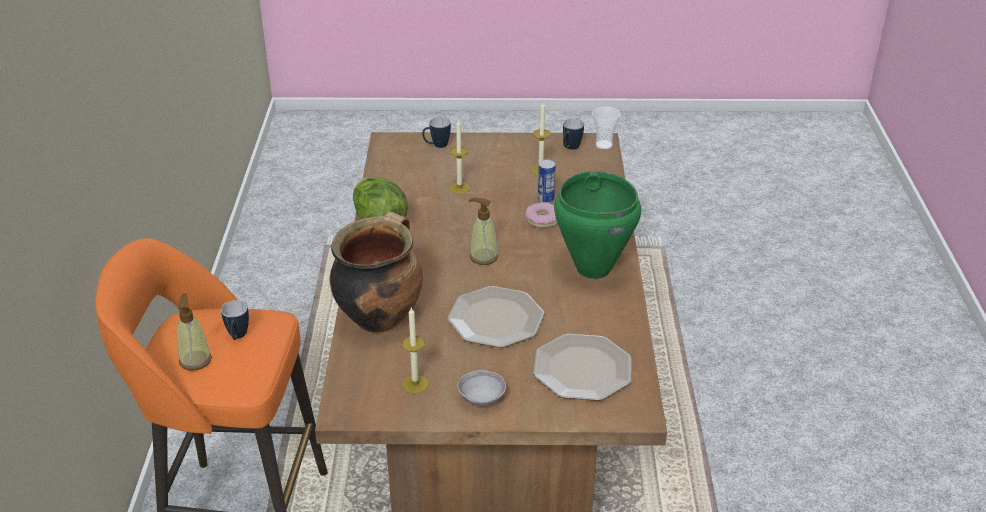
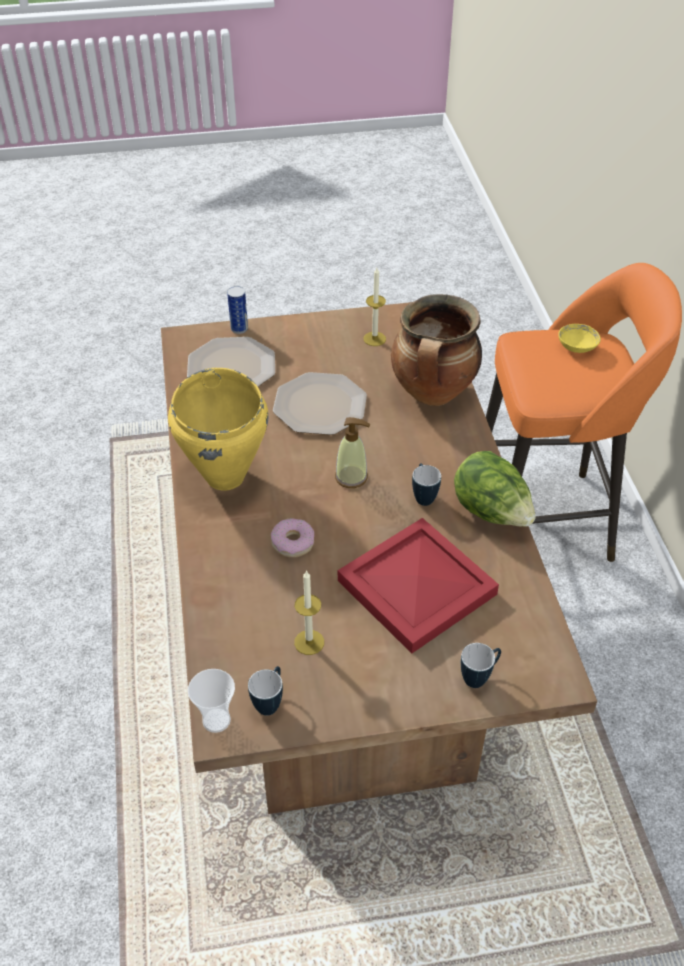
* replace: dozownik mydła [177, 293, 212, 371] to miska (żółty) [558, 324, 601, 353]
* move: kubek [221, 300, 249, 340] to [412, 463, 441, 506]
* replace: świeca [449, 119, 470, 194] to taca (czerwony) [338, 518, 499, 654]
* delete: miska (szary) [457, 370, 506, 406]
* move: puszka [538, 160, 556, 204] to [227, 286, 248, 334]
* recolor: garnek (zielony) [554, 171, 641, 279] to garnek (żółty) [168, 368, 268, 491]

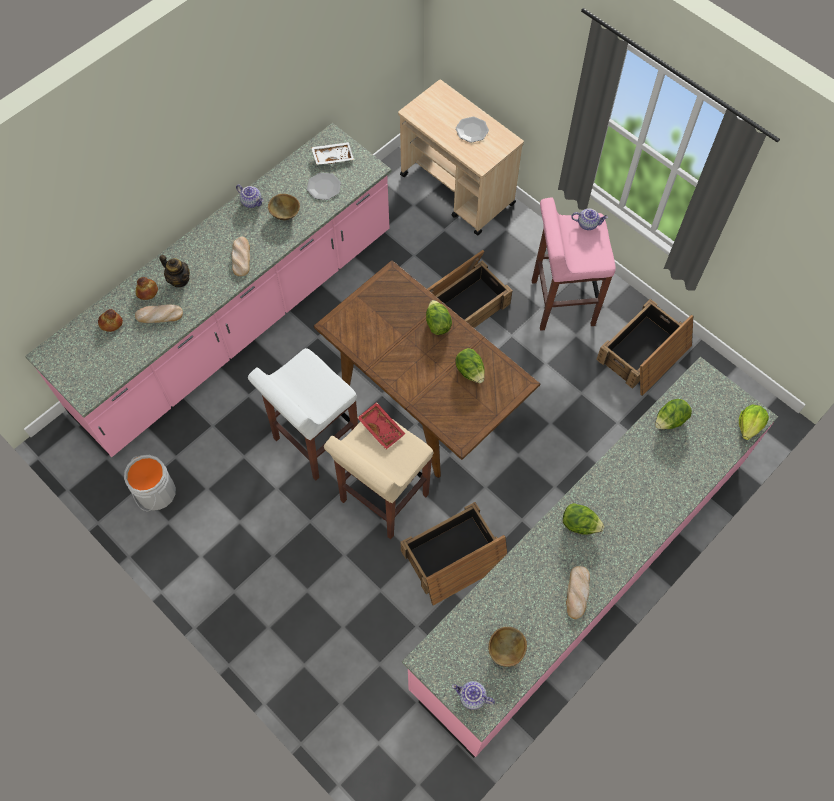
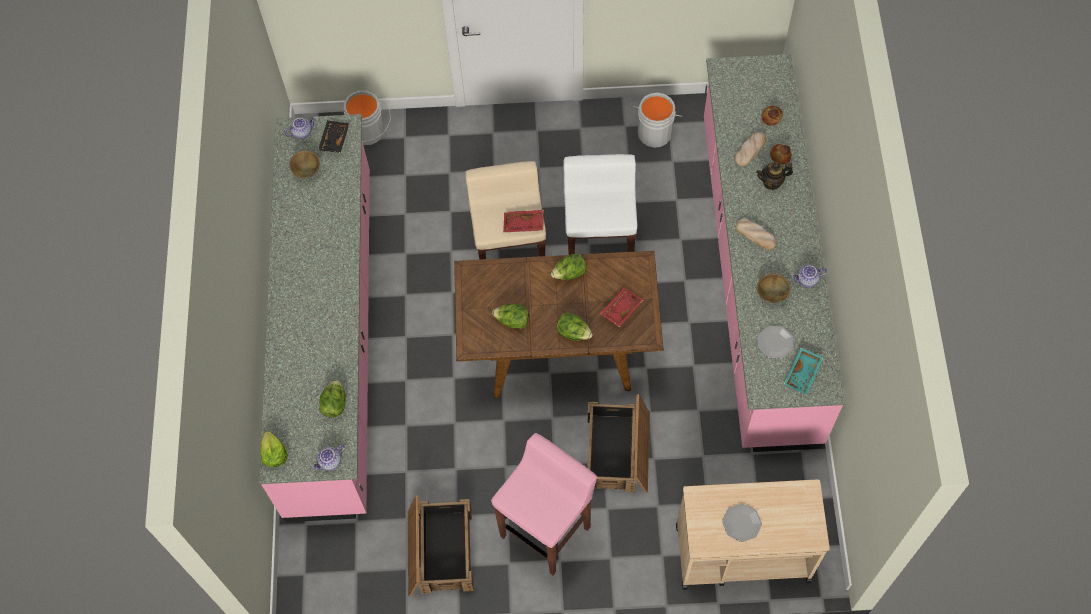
* recolor: taca (biały) [311, 142, 354, 165] to taca (turkusowy) [783, 347, 824, 394]
* delete: skrzynka [400, 502, 507, 606]
* move: sałata [563, 503, 604, 535] to [551, 254, 587, 280]
* delete: chleb [566, 566, 590, 619]
* move: imbryk [571, 209, 608, 230] to [311, 445, 345, 471]
* insert: taca (czarny) [318, 120, 350, 153]
* insert: wiadro (szary) [344, 91, 391, 145]
* insert: taca (czerwony) [600, 287, 643, 327]

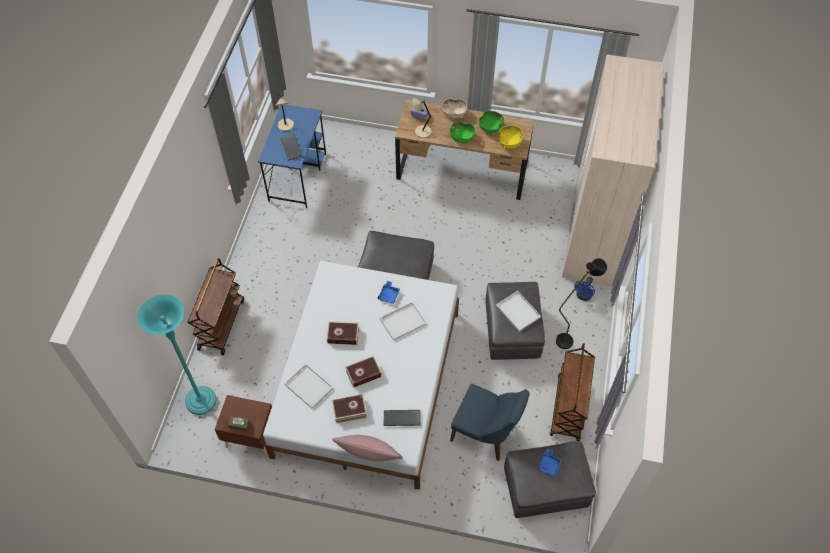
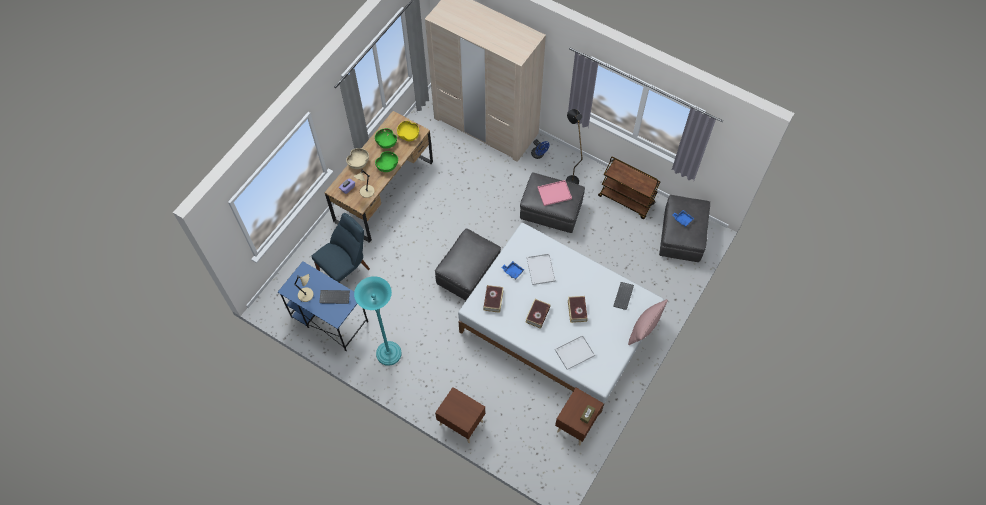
* move: lampa stojąca (turkusowy) [137, 295, 216, 415] to [354, 276, 402, 366]
* replace: wózek (brązowy) [187, 258, 244, 355] to szafka nocna (brązowy) [435, 387, 485, 443]
* move: książka [332, 394, 367, 423] to [483, 285, 504, 313]
* move: krzesło (niebieski) [450, 384, 529, 461] to [312, 213, 370, 283]
* recolor: taca (biały) [496, 291, 541, 332] to taca (różowy) [537, 180, 572, 206]

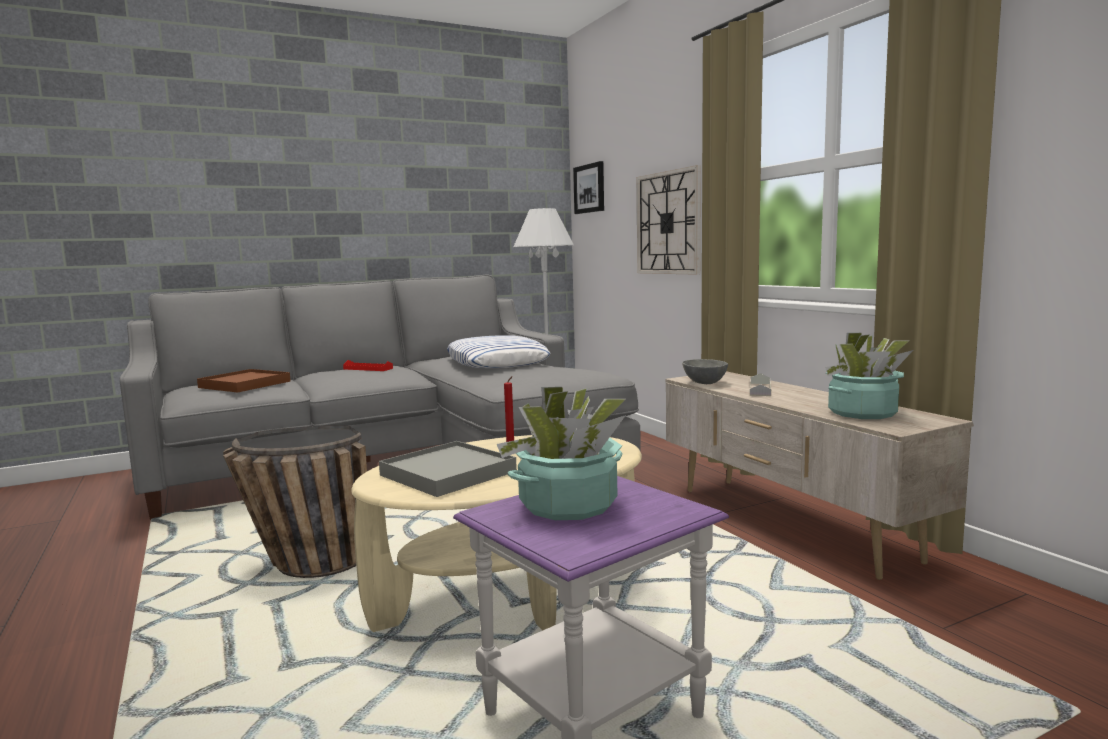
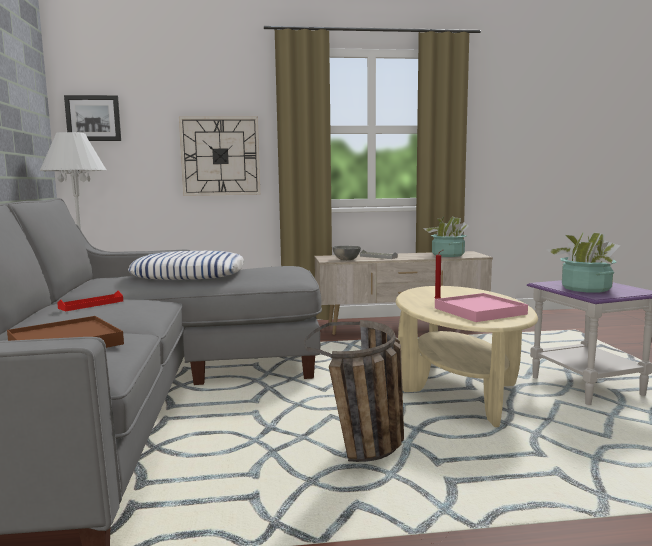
* recolor: taca (szary) [379, 441, 517, 497] to taca (różowy) [435, 293, 528, 322]

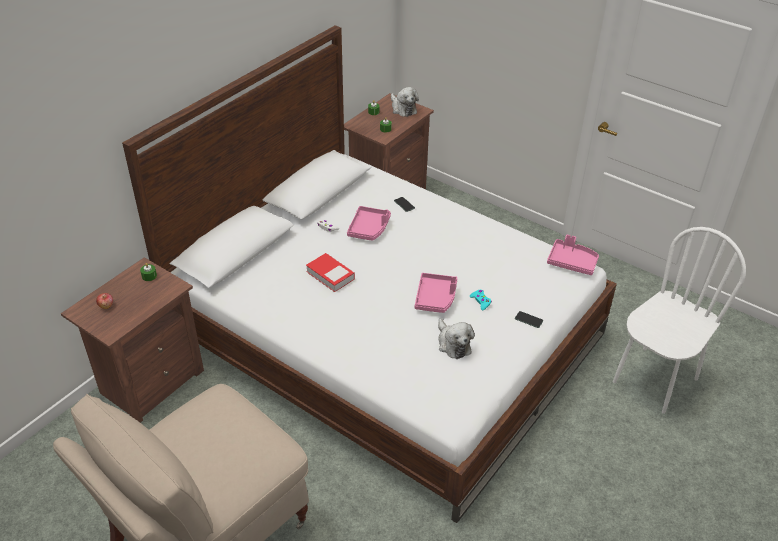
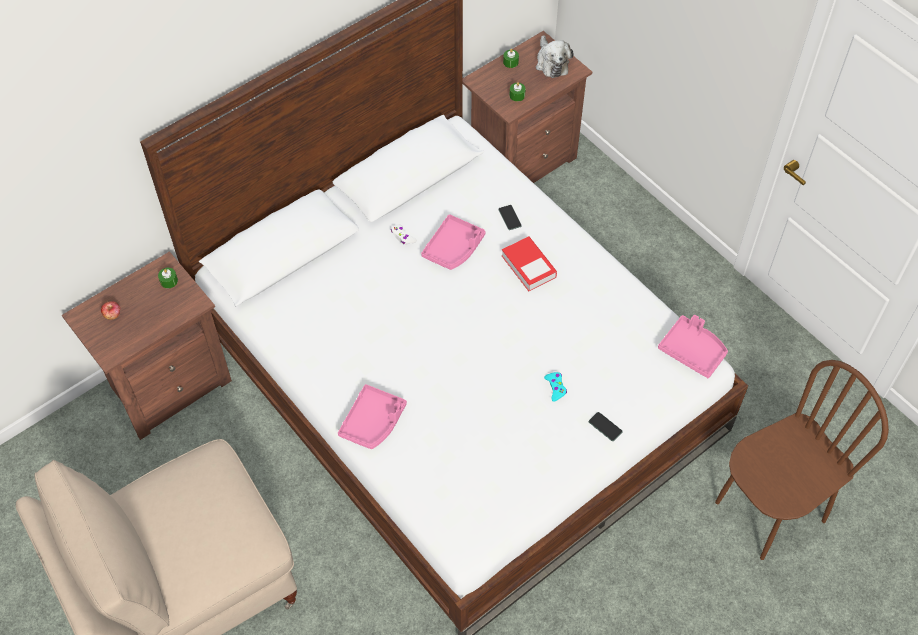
* move: książka [306, 253, 355, 292] to [502, 236, 557, 291]
* move: taca (różowy) [415, 273, 457, 313] to [338, 384, 407, 449]
* delete: pluszak [438, 318, 475, 359]
* recolor: krzesło (biały) [613, 227, 746, 414] to krzesło (brązowy) [715, 360, 889, 560]

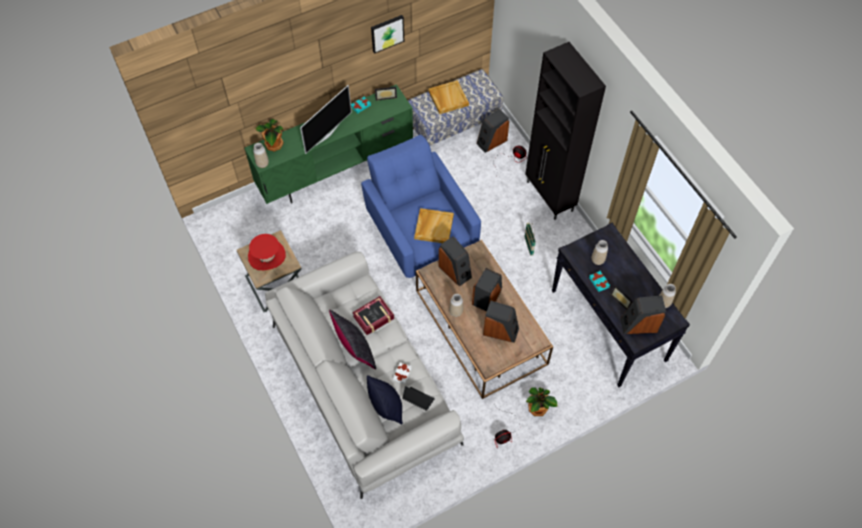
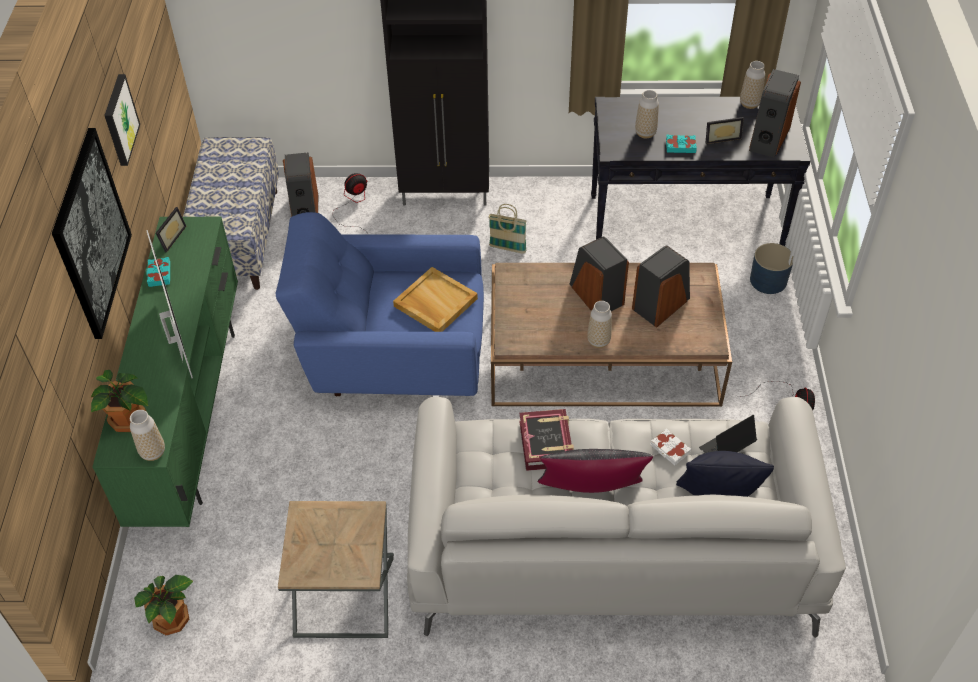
* delete: kapelusz (czerwony) [248, 234, 286, 270]
* delete: taca (beżowy) [428, 80, 469, 114]
* delete: głośnik [438, 236, 472, 287]
* move: roślina doniczkowa [526, 387, 558, 416] to [134, 575, 193, 635]
* insert: obraz [52, 128, 132, 339]
* insert: donica (niebieski) [750, 243, 793, 294]

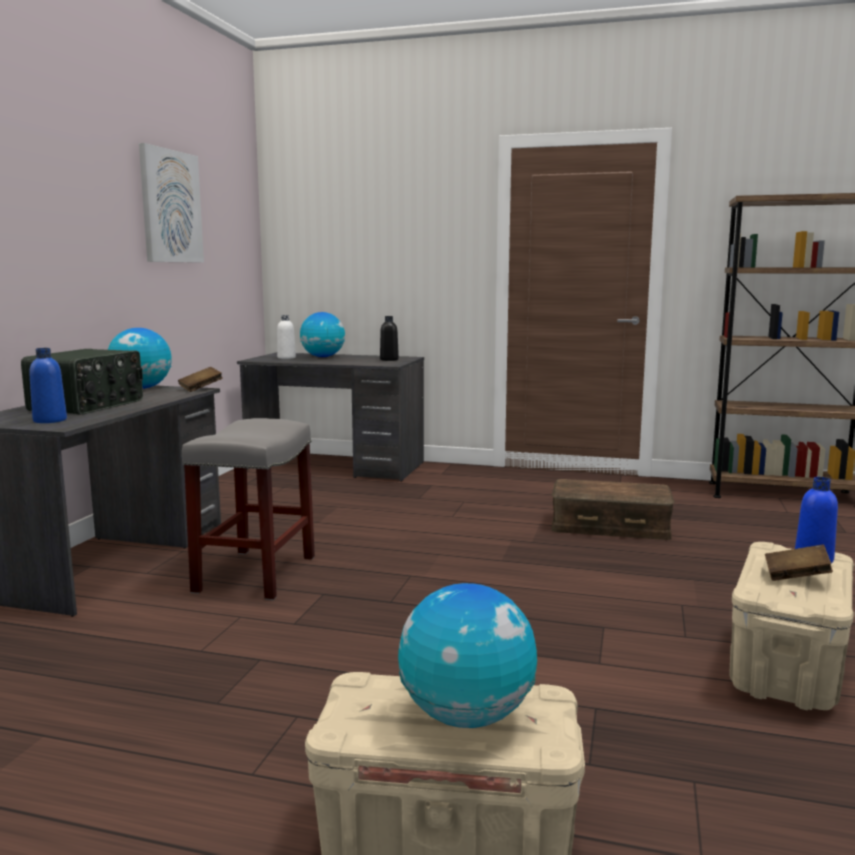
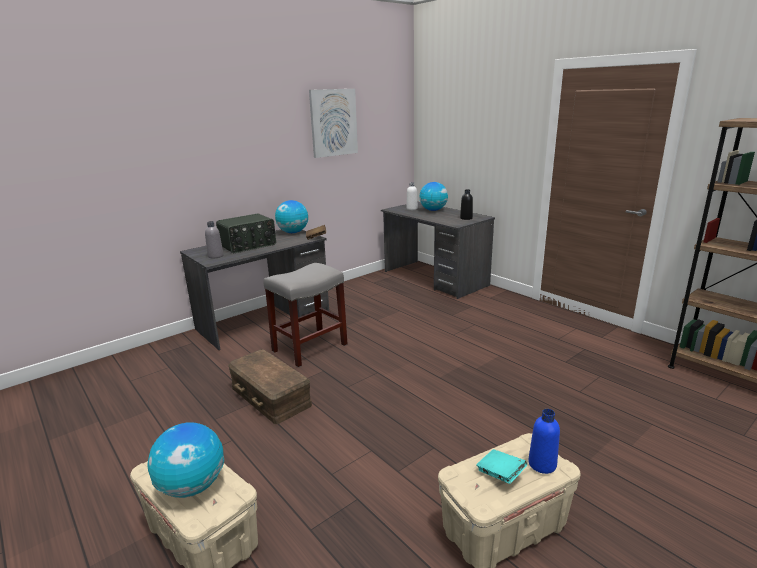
* recolor: butelka (niebieski) [29, 348, 67, 423] to butelka (szary) [205, 221, 224, 259]
* move: pojemnik do przechowywania (brązowy) [551, 479, 675, 540] to [228, 349, 312, 424]
* recolor: książka (brązowy) [765, 545, 833, 581] to książka (turkusowy) [476, 449, 527, 484]

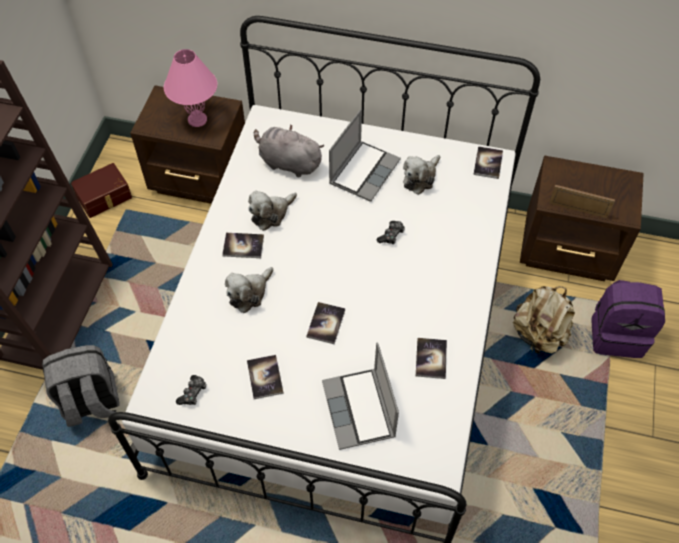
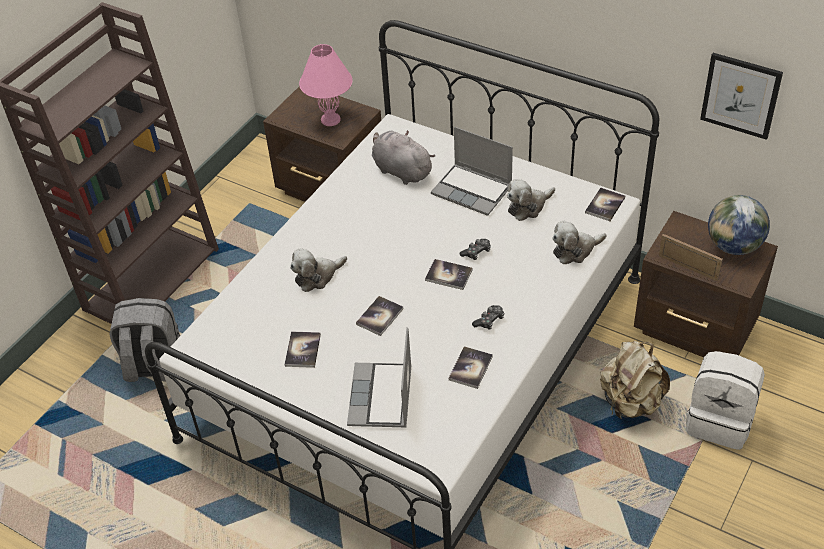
* delete: pojemnik do przechowywania (brązowy) [71, 163, 132, 218]
* move: pad do gier [176, 375, 207, 405] to [472, 305, 504, 330]
* move: książka [222, 233, 264, 258] to [425, 259, 472, 290]
* move: pluszak [248, 191, 297, 231] to [552, 221, 606, 264]
* rotate: laptop [329, 108, 401, 202] = [431, 127, 513, 216] 75 degrees clockwise
* recolor: plecak (fioletowy) [591, 280, 665, 358] to plecak (biały) [686, 351, 765, 450]
* insert: obraz [700, 53, 783, 140]
* insert: globus [708, 195, 770, 255]

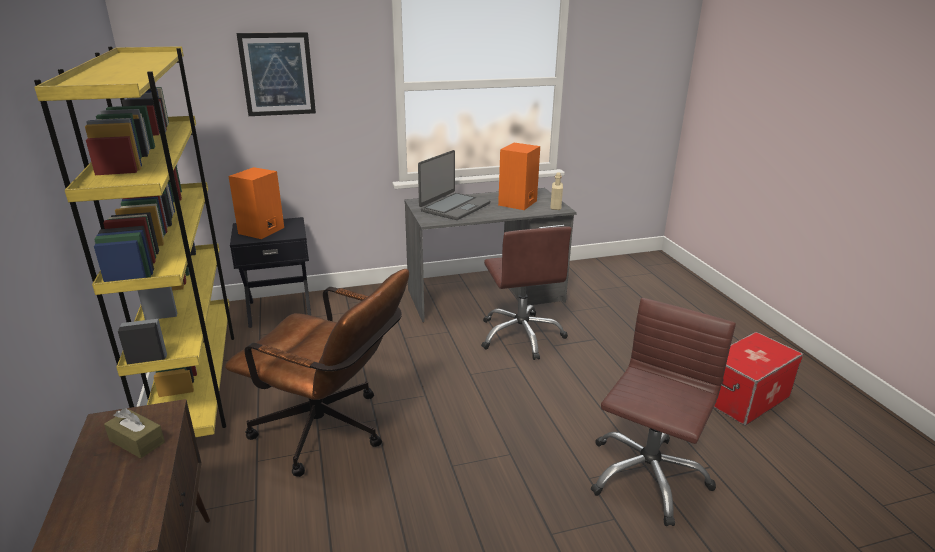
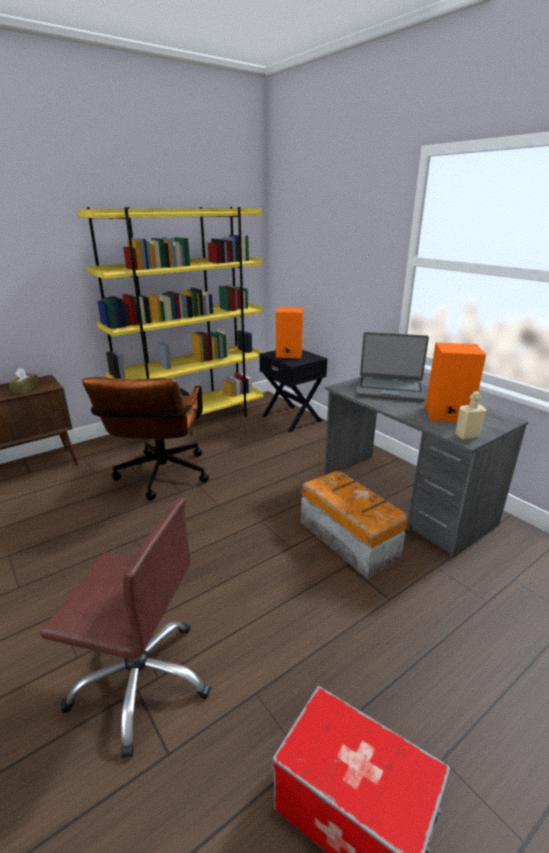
* delete: obraz [236, 32, 316, 116]
* replace: krzesło biurowe (brązowy) [481, 226, 572, 360] to pojemnik do przechowywania [301, 471, 407, 579]

